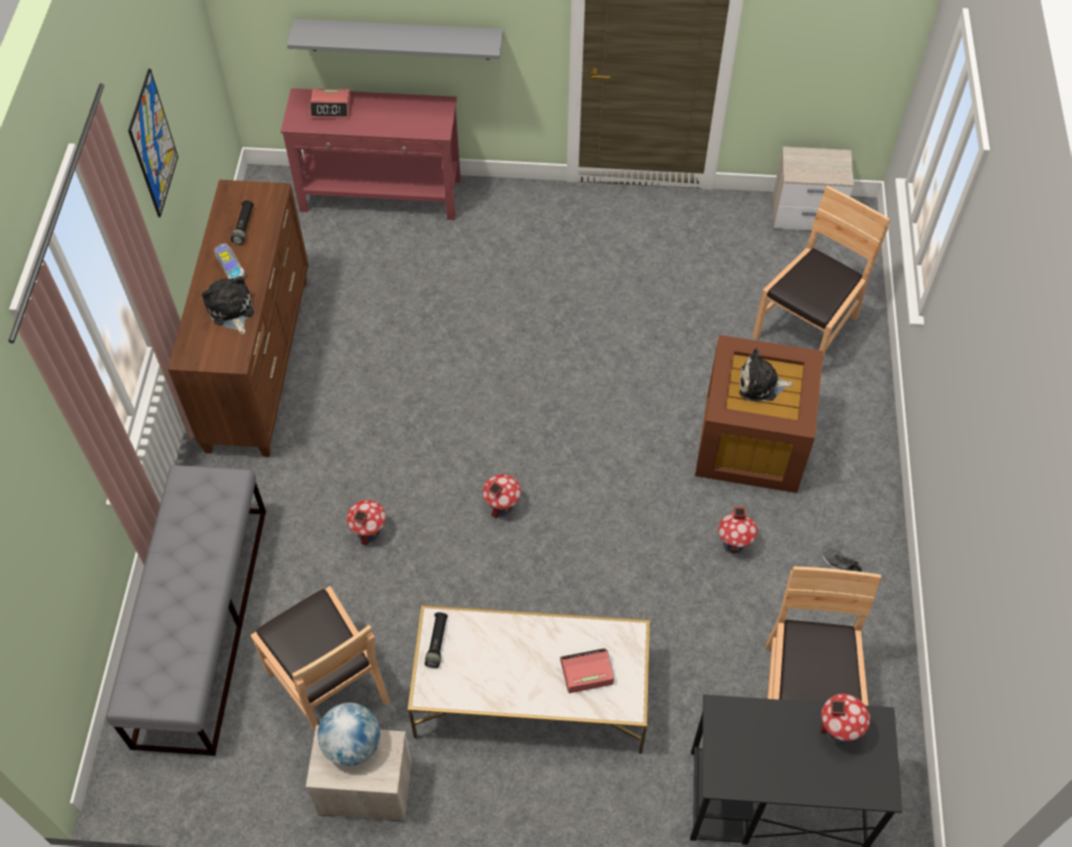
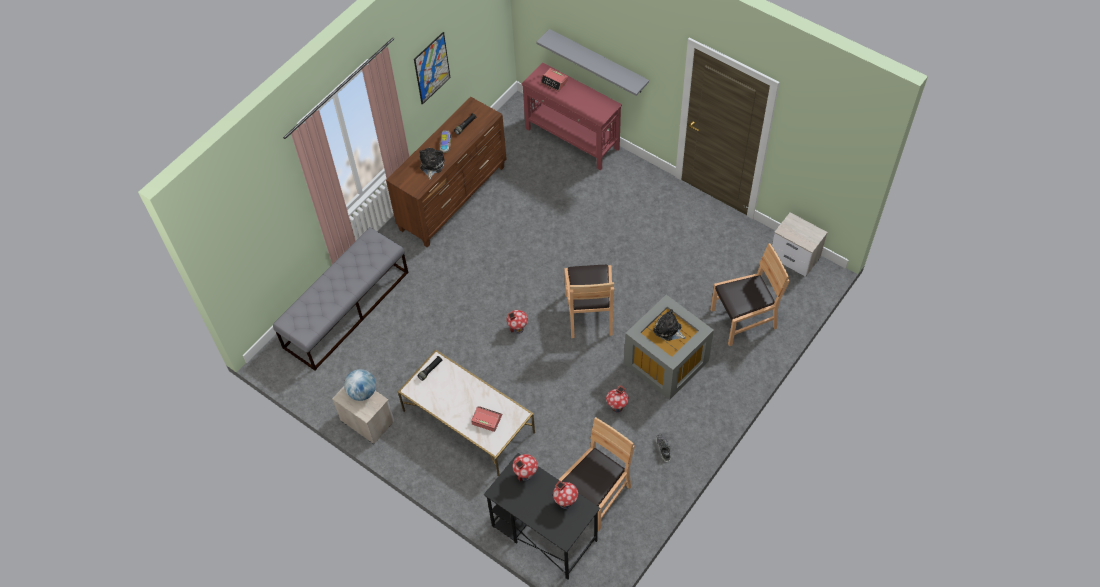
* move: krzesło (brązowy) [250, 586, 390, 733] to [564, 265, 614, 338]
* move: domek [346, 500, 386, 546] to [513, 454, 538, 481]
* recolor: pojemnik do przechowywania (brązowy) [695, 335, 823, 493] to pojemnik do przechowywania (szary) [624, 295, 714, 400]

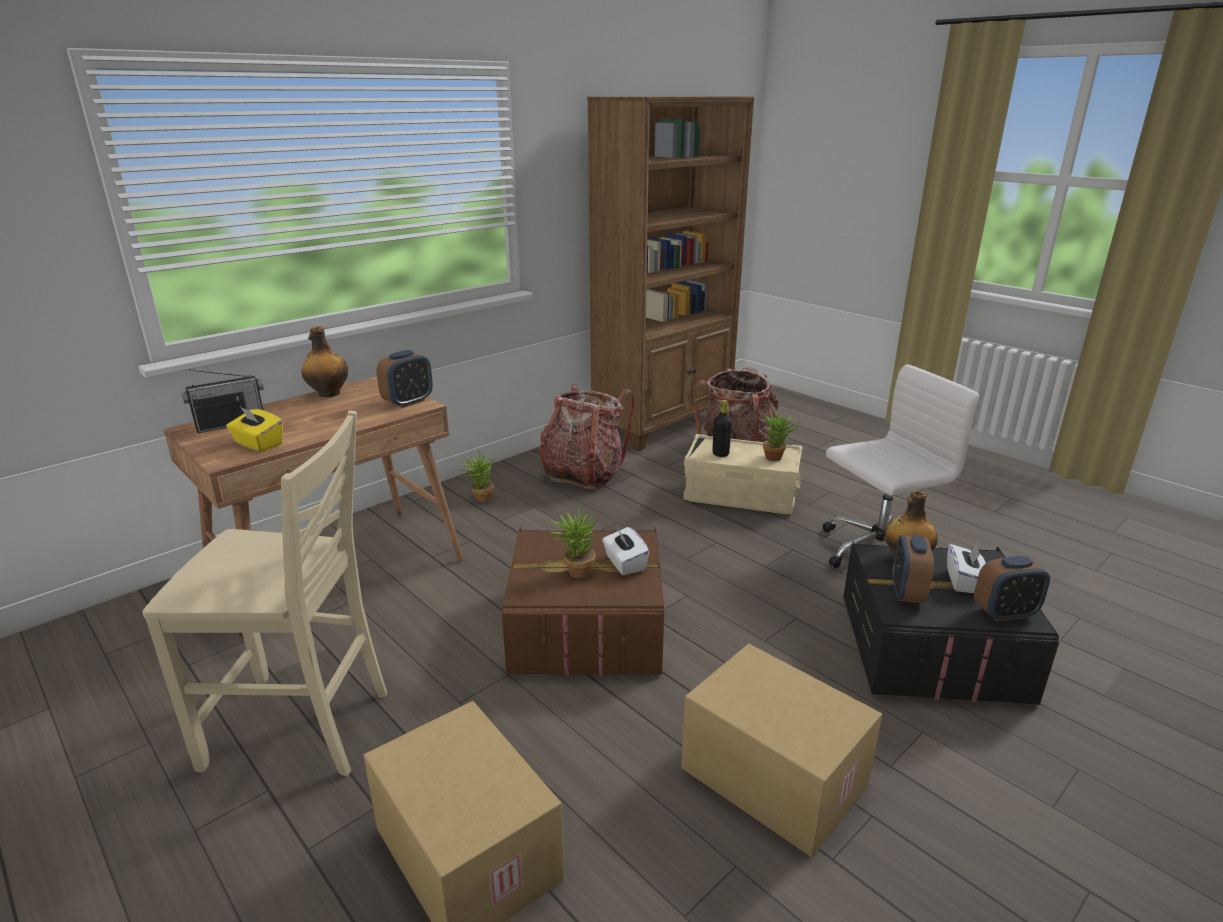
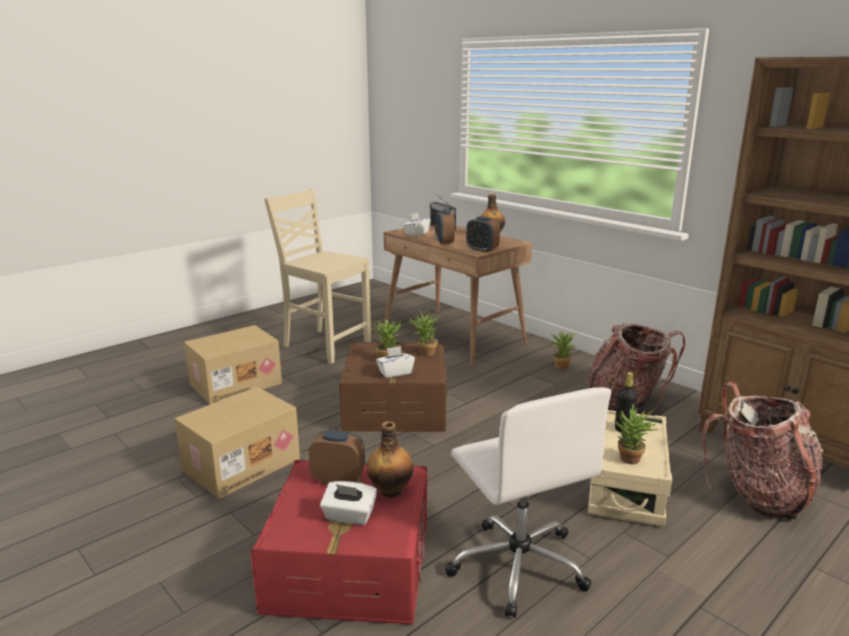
* rotate: krzesło (beżowy) [142, 410, 387, 776] = [264, 189, 371, 364] 120 degrees clockwise
* recolor: pudełko chusteczek (żółty) [226, 407, 283, 452] to pudełko chusteczek (biały) [403, 212, 430, 236]
* recolor: pojemnik do przechowywania (czarny) [843, 541, 1059, 705] to pojemnik do przechowywania (czerwony) [251, 460, 427, 625]
* move: budzik [974, 556, 1050, 622] to [435, 210, 455, 244]
* insert: roślina doniczkowa [407, 310, 440, 356]

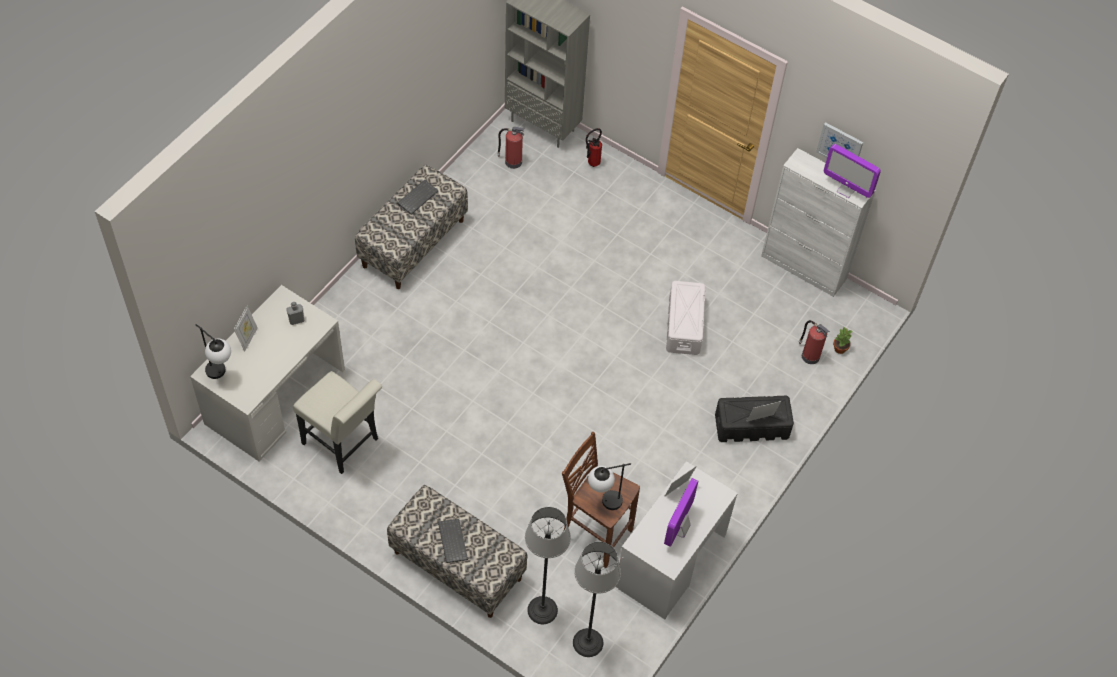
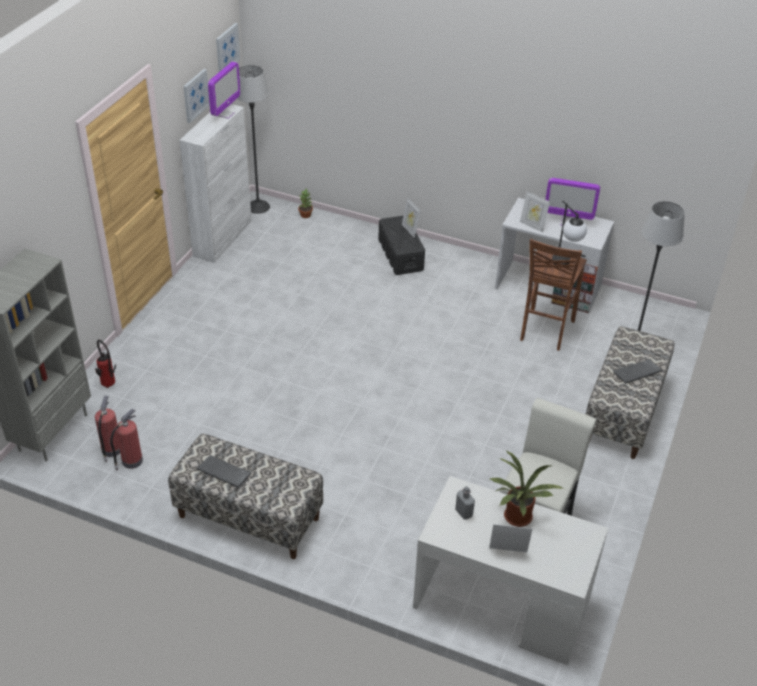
* delete: lampa stołowa [196, 324, 231, 379]
* move: lampa stojąca [573, 541, 621, 657] to [237, 65, 270, 214]
* delete: pojemnik do przechowywania (biały) [666, 281, 705, 355]
* move: gaśnica [799, 320, 830, 364] to [110, 409, 143, 470]
* insert: obraz [216, 23, 240, 72]
* insert: roślina doniczkowa [489, 450, 563, 527]

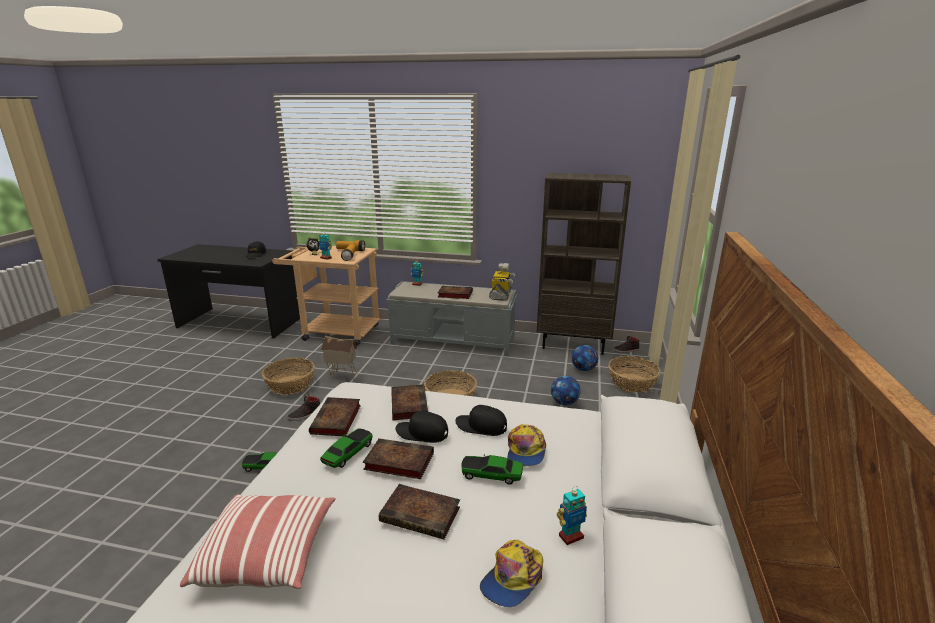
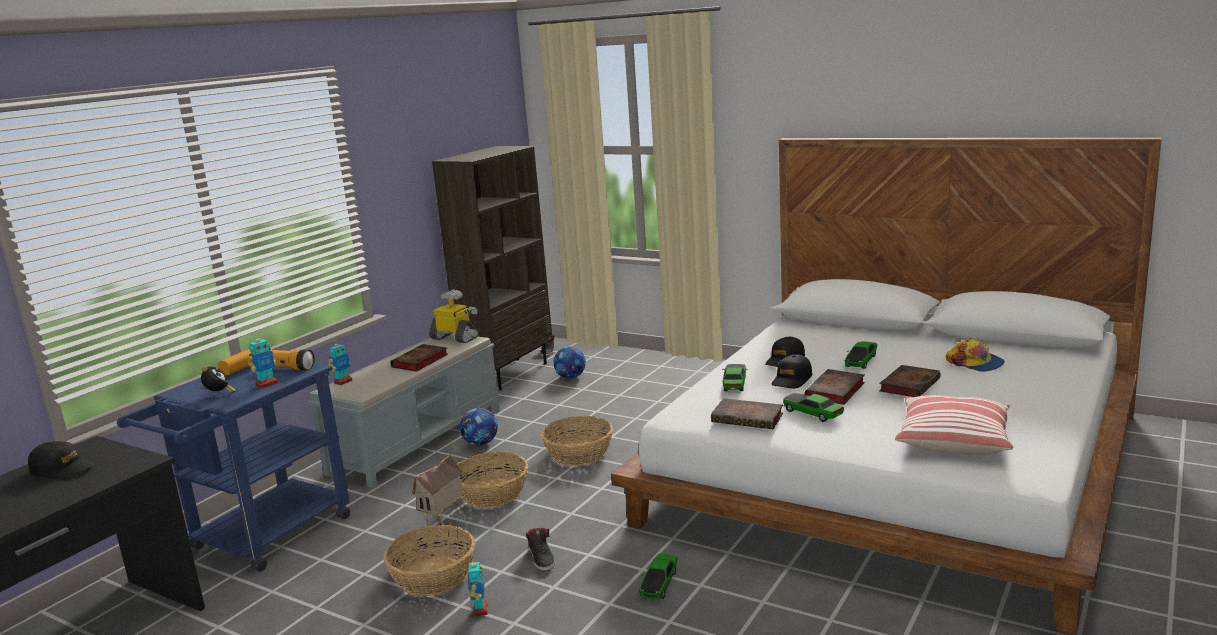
* recolor: wózek (beżowy) [272, 246, 380, 346] to wózek (niebieski) [117, 363, 350, 572]
* replace: książka [391, 384, 428, 421] to samochodzik [722, 364, 748, 391]
* delete: czapka z daszkiem [507, 424, 546, 466]
* move: piłka futbolowa [551, 376, 581, 405] to [460, 408, 498, 446]
* move: robot zabawkowy [557, 486, 587, 545] to [469, 559, 488, 617]
* move: koszyk [608, 356, 661, 393] to [458, 452, 528, 508]

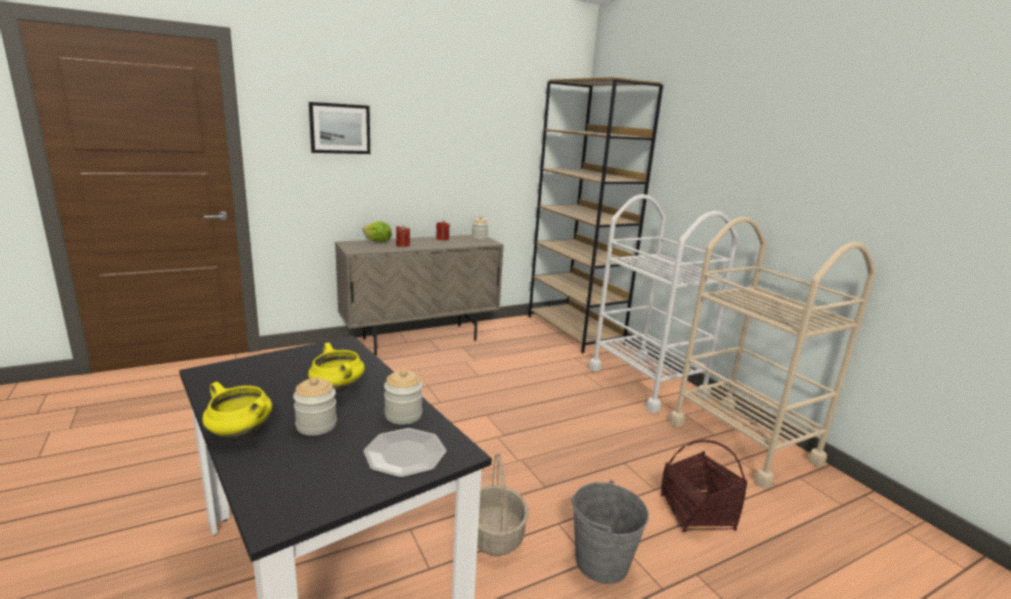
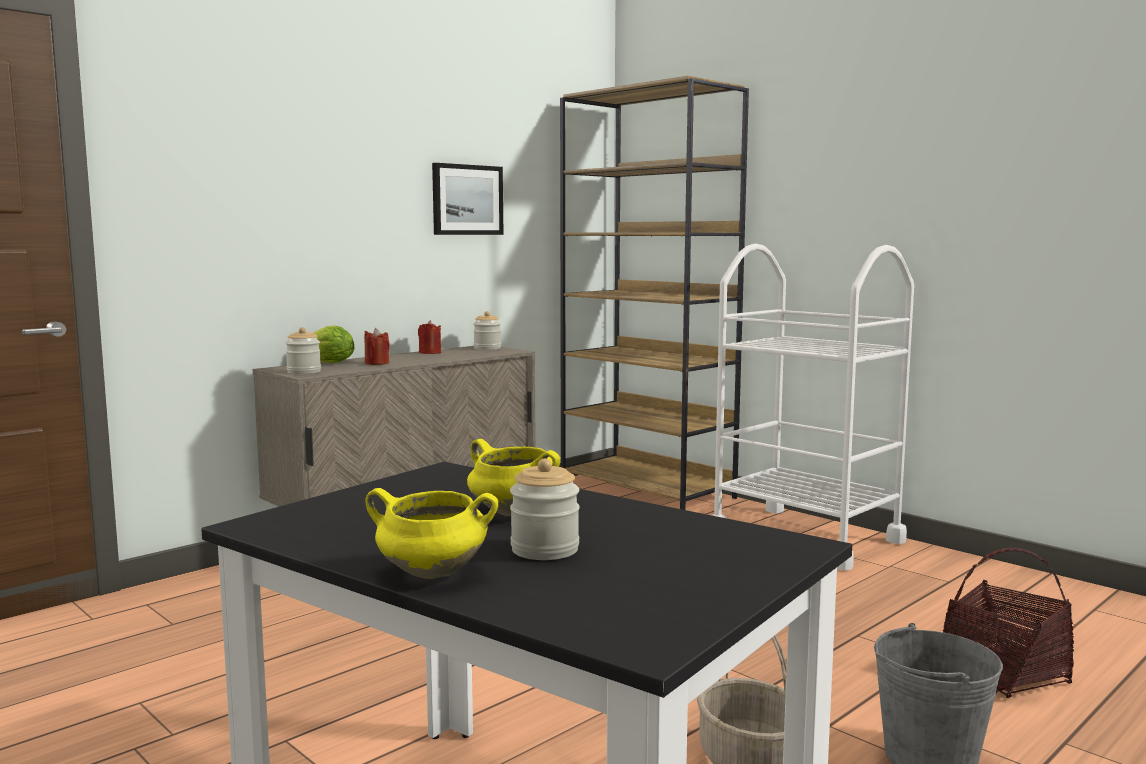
* move: obraz [309, 102, 370, 154] to [432, 163, 503, 235]
* delete: talerz [363, 428, 446, 478]
* move: słoik [384, 369, 423, 425] to [286, 327, 321, 374]
* delete: wózek (beżowy) [669, 216, 876, 489]

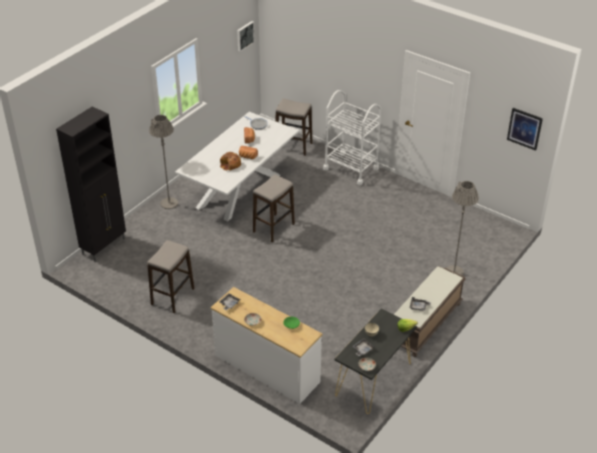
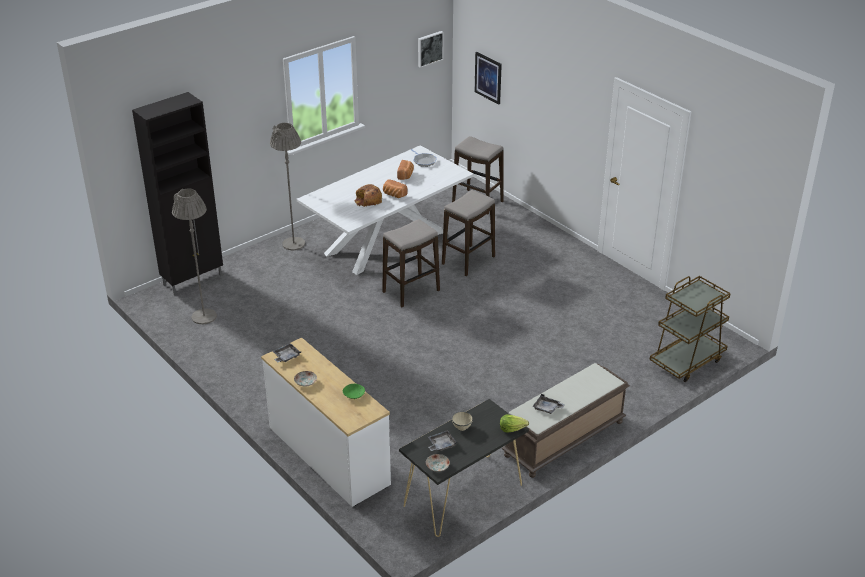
* move: stołek [147, 240, 194, 313] to [442, 190, 495, 276]
* delete: wózek (biały) [323, 90, 381, 185]
* move: lampa stojąca (szary) [446, 181, 479, 276] to [172, 188, 217, 324]
* move: obraz [507, 108, 543, 151] to [475, 52, 502, 105]
* insert: wózek (brązowy) [649, 276, 731, 382]

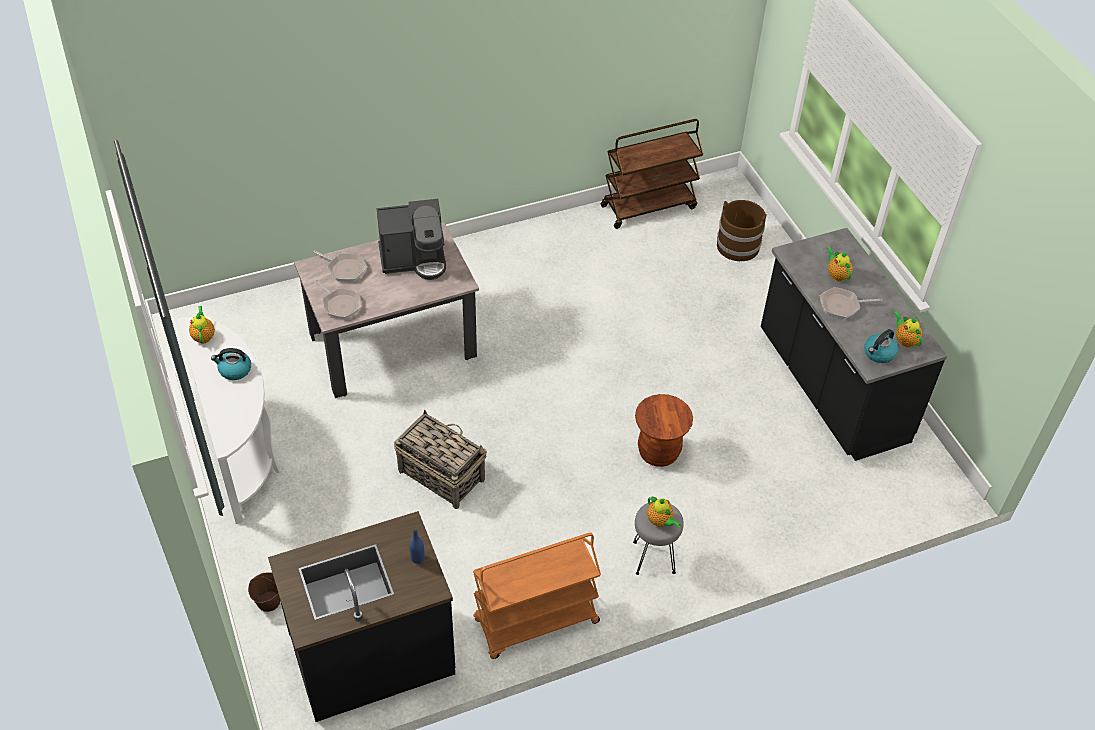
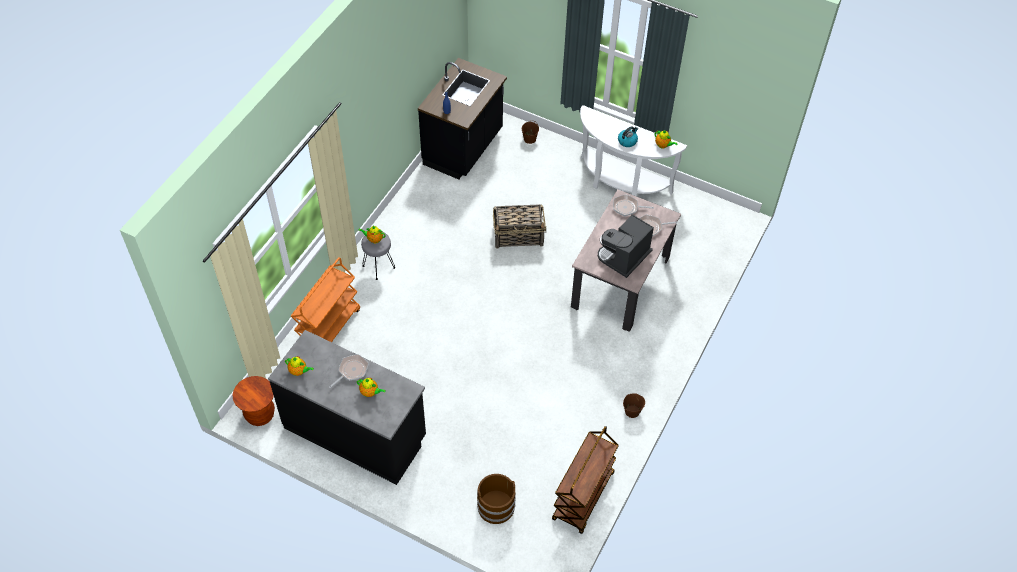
* move: wózek (pomarańczowy) [473, 533, 601, 659] to [291, 257, 360, 342]
* move: stołek (brązowy) [635, 394, 693, 467] to [232, 376, 275, 426]
* delete: czajnik [864, 329, 898, 363]
* insert: wiadro (brązowy) [623, 393, 645, 418]

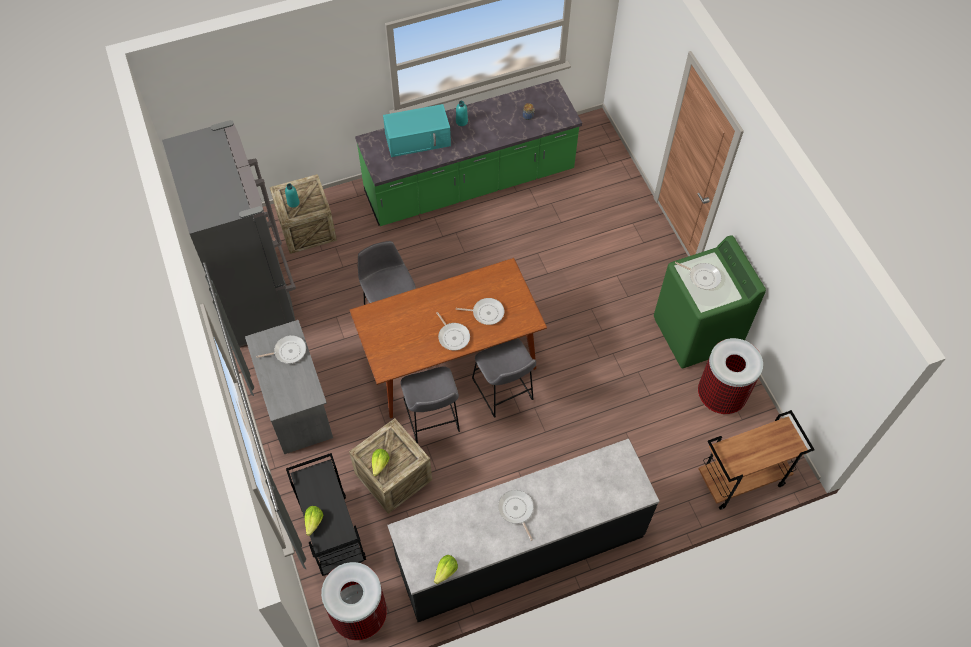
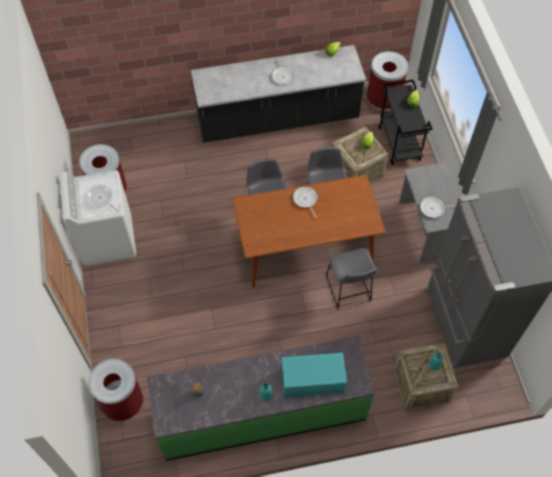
* delete: patelnia [456, 298, 504, 325]
* recolor: pralka (zielony) [654, 235, 766, 368] to pralka (biały) [59, 170, 136, 266]
* delete: wózek (brązowy) [698, 410, 815, 510]
* insert: kosz na śmieci [88, 359, 143, 421]

